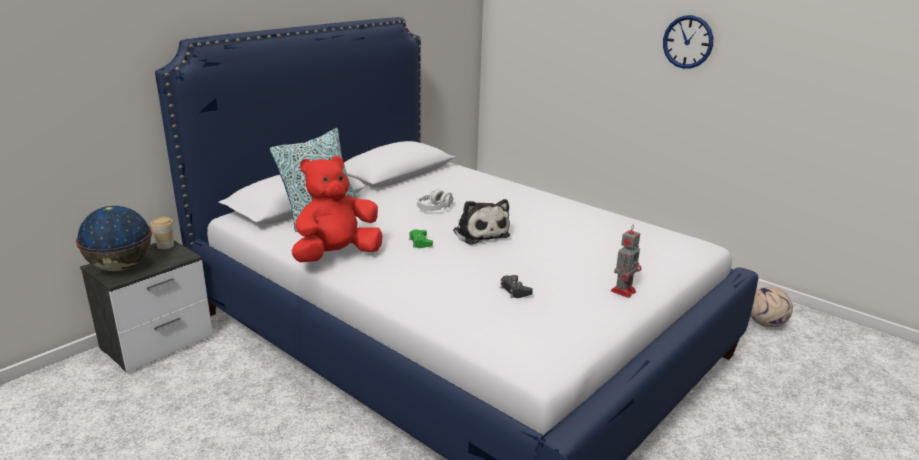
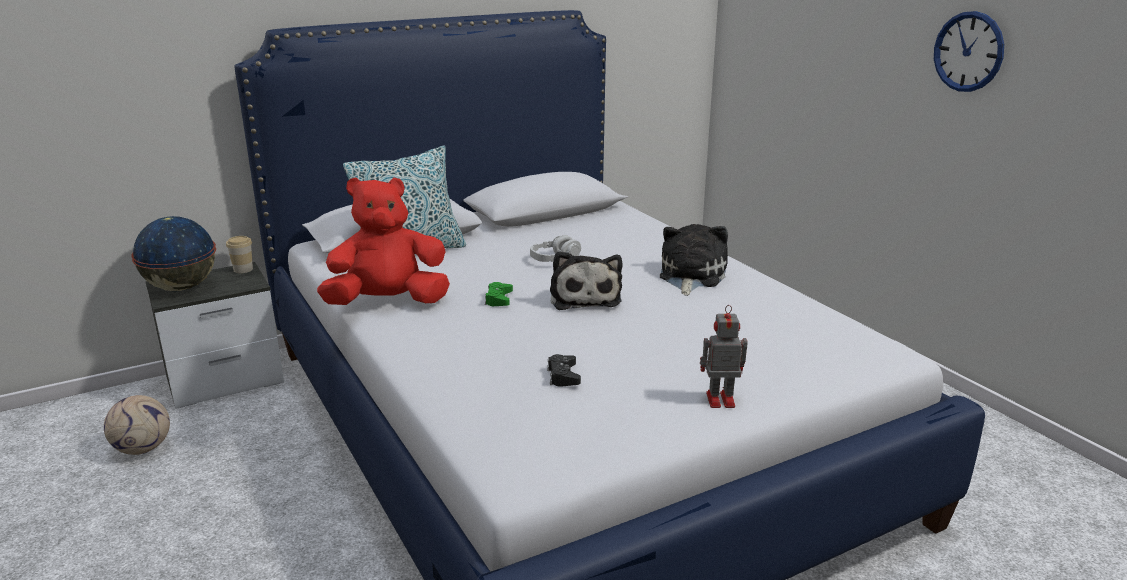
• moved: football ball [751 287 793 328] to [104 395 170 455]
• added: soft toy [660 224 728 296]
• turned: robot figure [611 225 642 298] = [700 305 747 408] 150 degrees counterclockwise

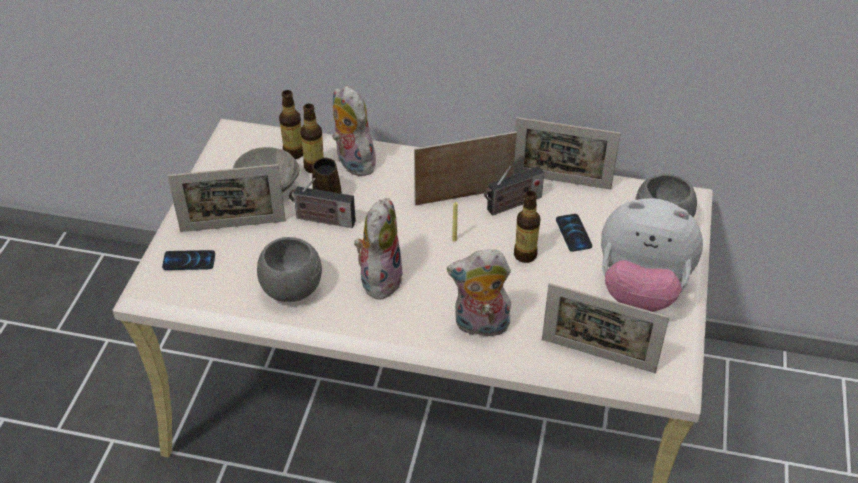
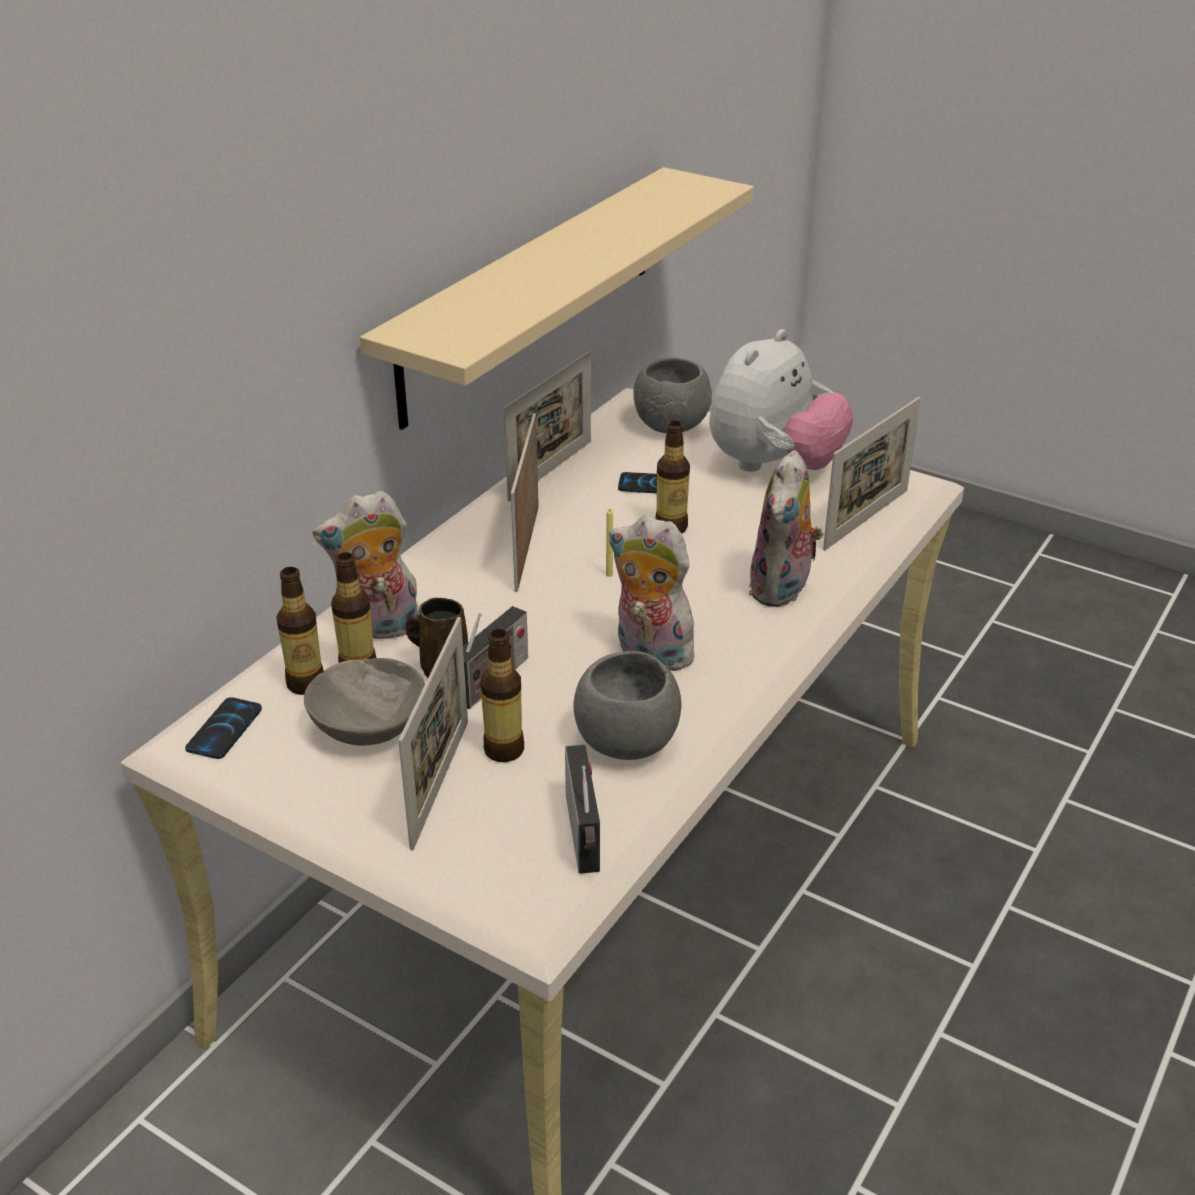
• moved: handset [162 250 215 270] to [185 697 262 759]
• added: wall shelf (beige) [360 167 754 430]
• added: bottle [480 629 524 762]
• moved: radio [484 166 544 216] to [565 745 600 874]

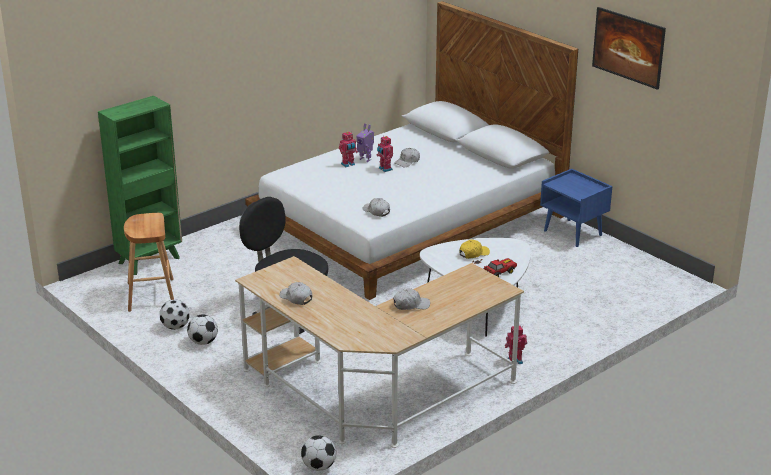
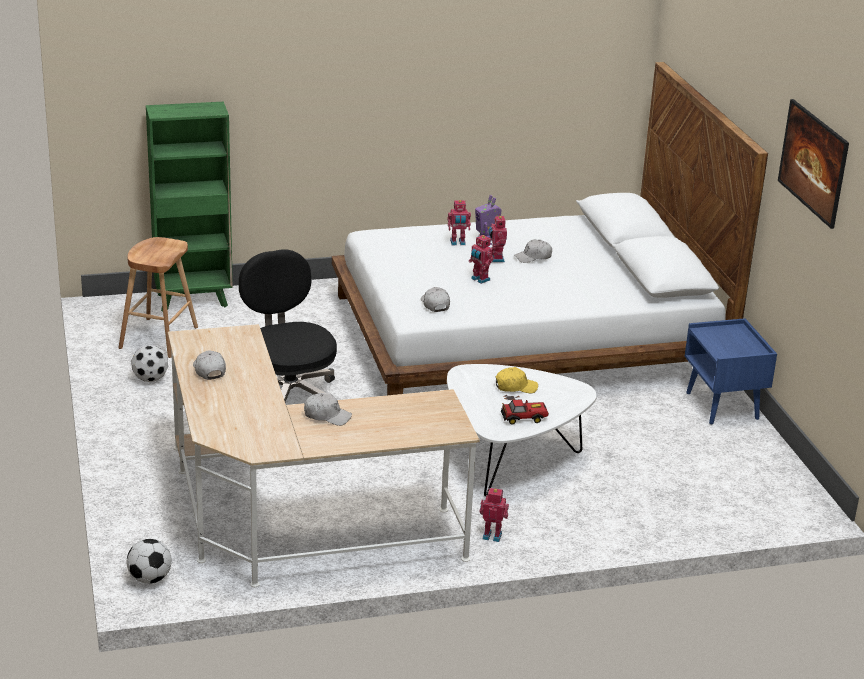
• added: robot figure [469 234 494 284]
• removed: football ball [187 314 218 345]

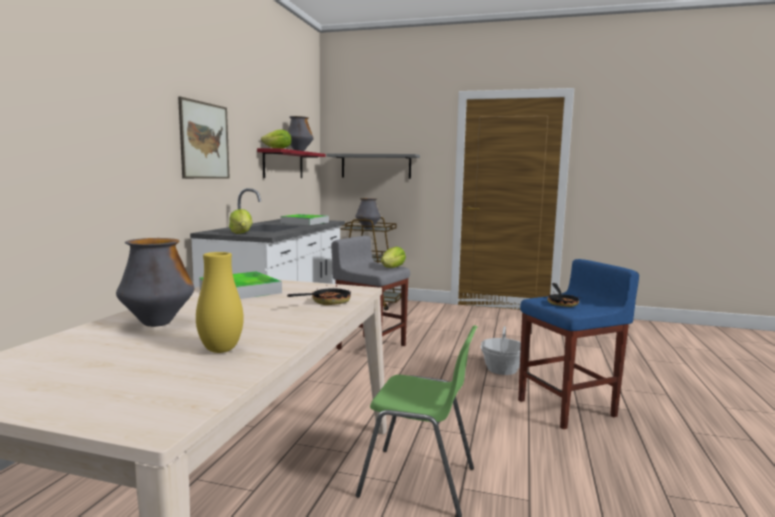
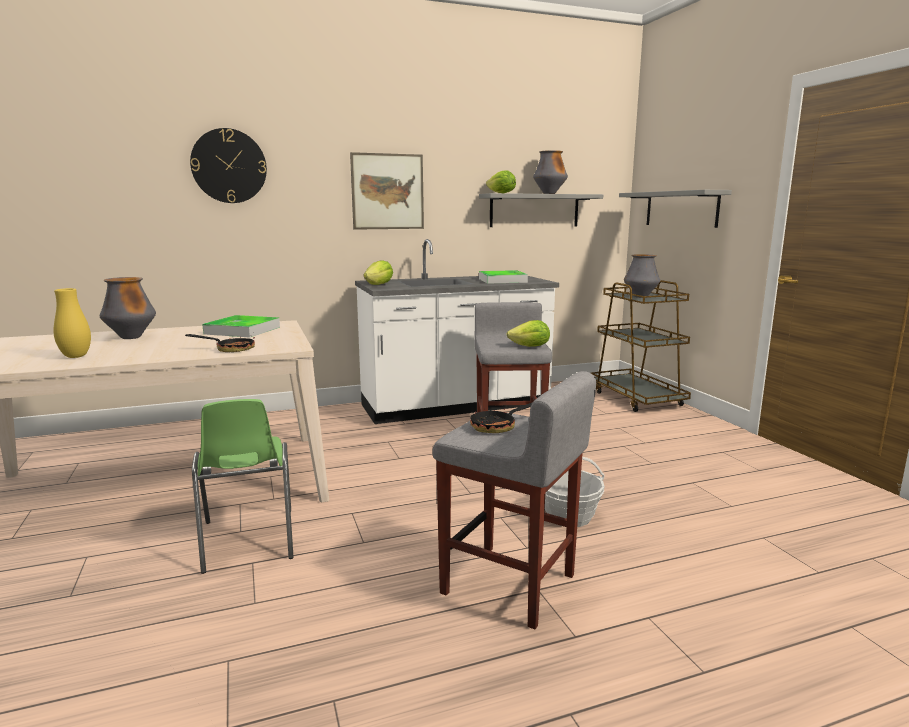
• added: clock on the wall [190 128 267 203]
• recoloured: sitting stool (blue) [518 259 639 429] to sitting stool (grey) [432 371 596 629]
• recoloured: wall shelf (reddish) [257 148 326 178] to wall shelf (grey) [479 193 603 227]

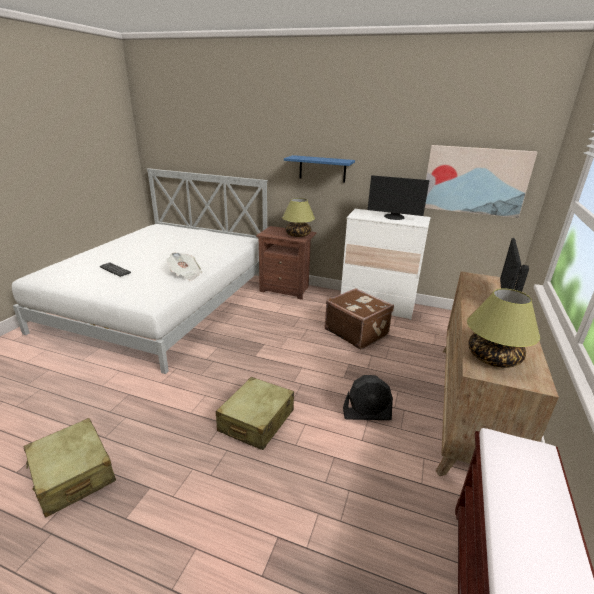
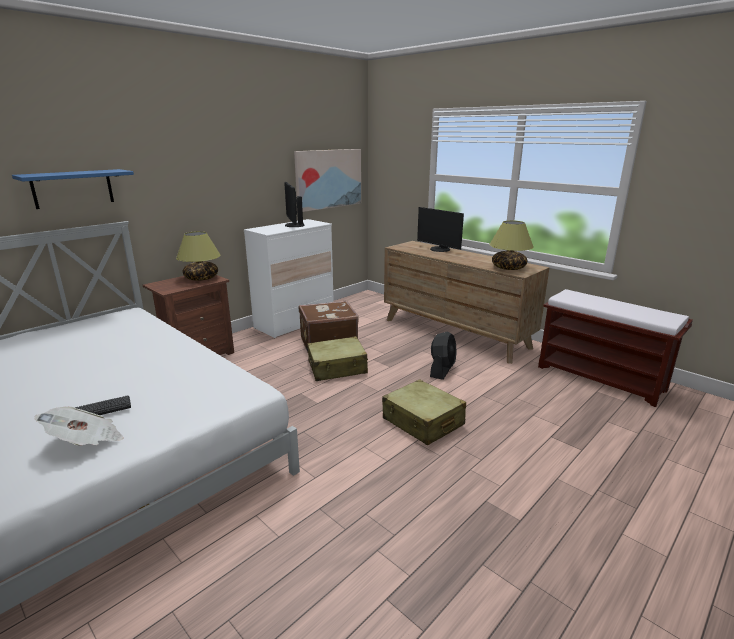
• moved: wall shelf (blue) [284 155 355 183] to [12 169 134 209]
• moved: printed paper [166 252 202 281] to [35 407 124 446]
• turned: monitor [368 175 430 220] = [284 182 305 227] 120 degrees clockwise
• moved: piece of luggage (beige) [24 418 116 518] to [307 336 368 381]

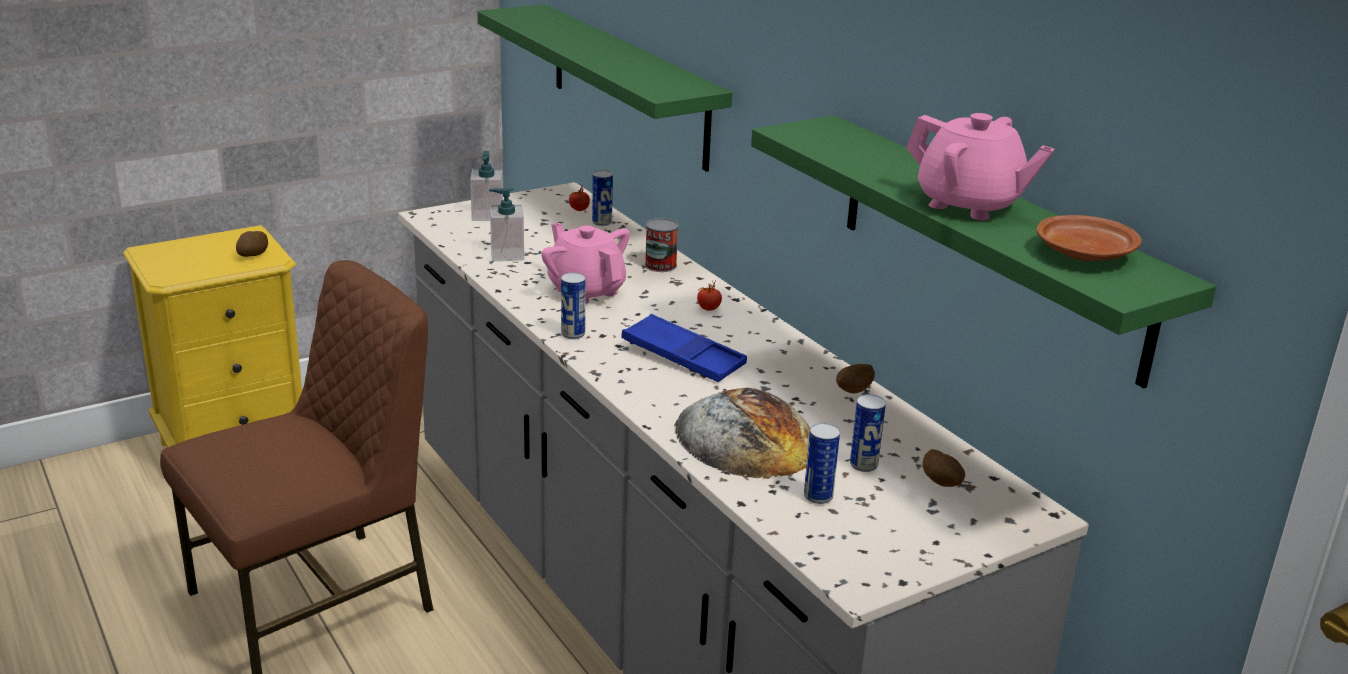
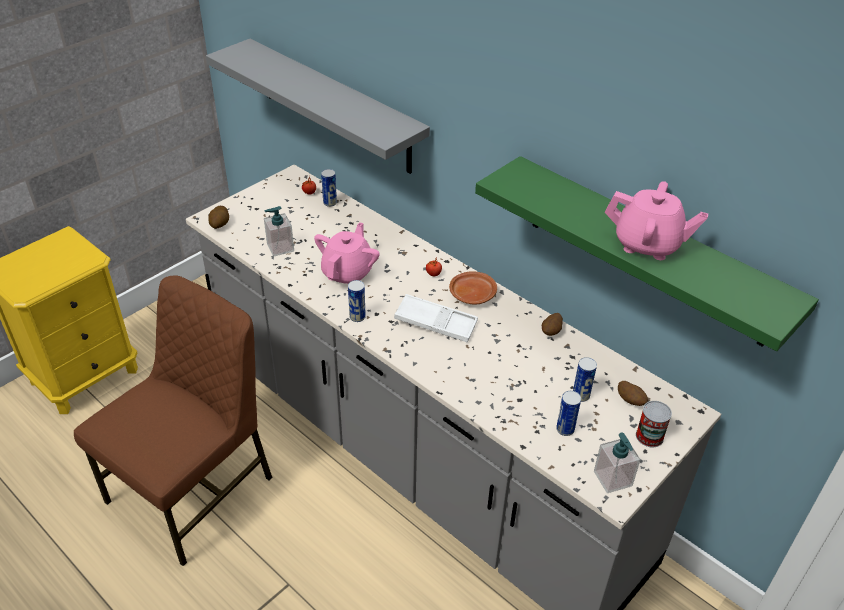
• recoloured: wall shelf (green-coloured) [477 4 732 172] to wall shelf (grey) [206 39 430 174]
• moved: spud [236 231 268 257] to [208 206 229 229]
• turned: tea pot (pink-coloured) [541 223 630 304] = [314 222 380 284] 75 degrees clockwise
• recoloured: tray (blue) [621 314 747 382] to tray (whitish) [394 294 478 343]
• moved: plate (brown) [1037 215 1142 261] to [449 271 497 305]
• moved: soap bottle [470 151 503 221] to [594 432 641 493]
• moved: sealed can [645 218 679 272] to [636 401 672 447]
• removed: bread [674 388 810 479]

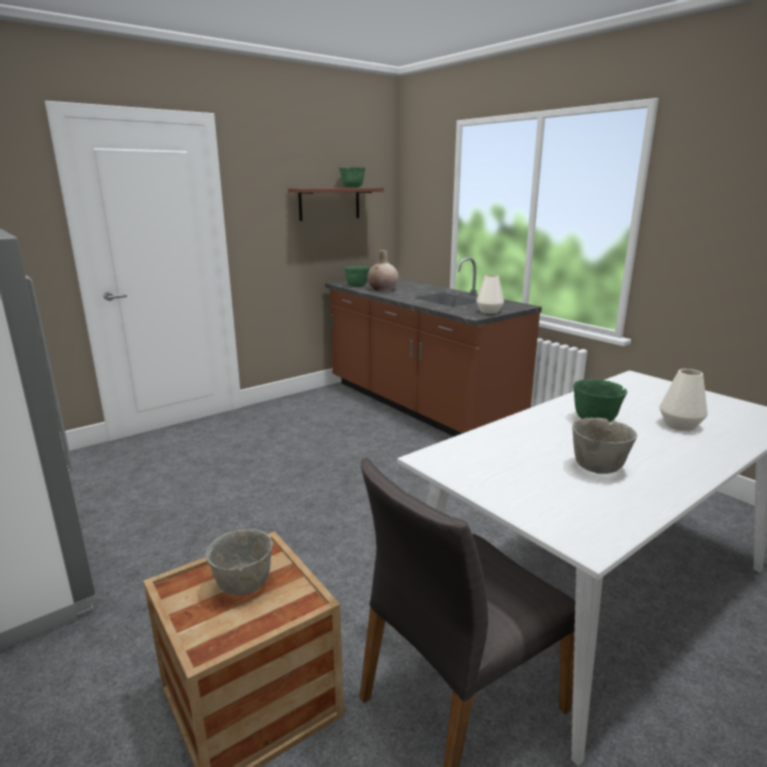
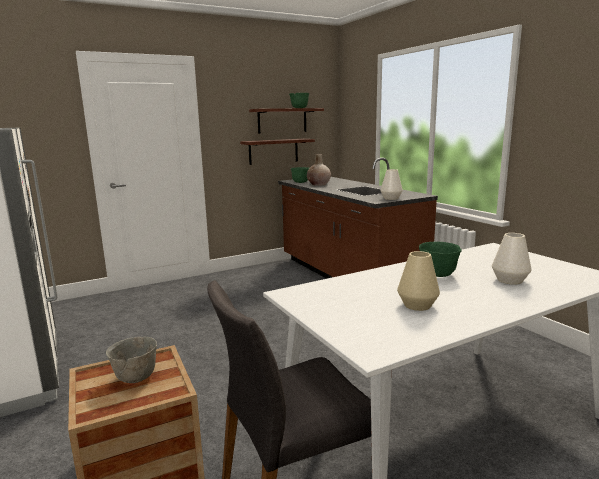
• added: wall shelf [240 139 315 165]
• replaced: serving bowl (grey) [572 418 637 474] to decorative vase (beige) [397 251 440 311]

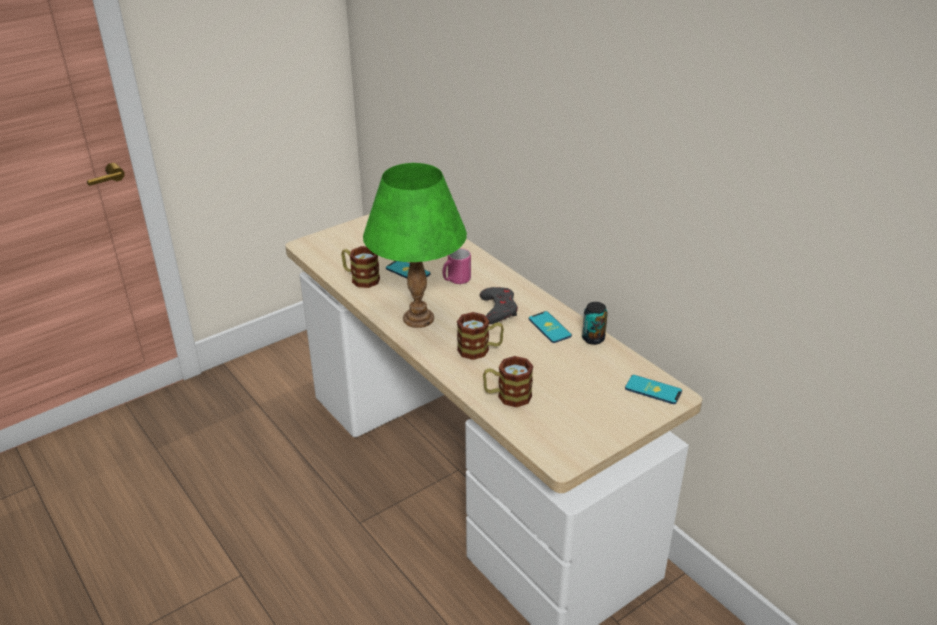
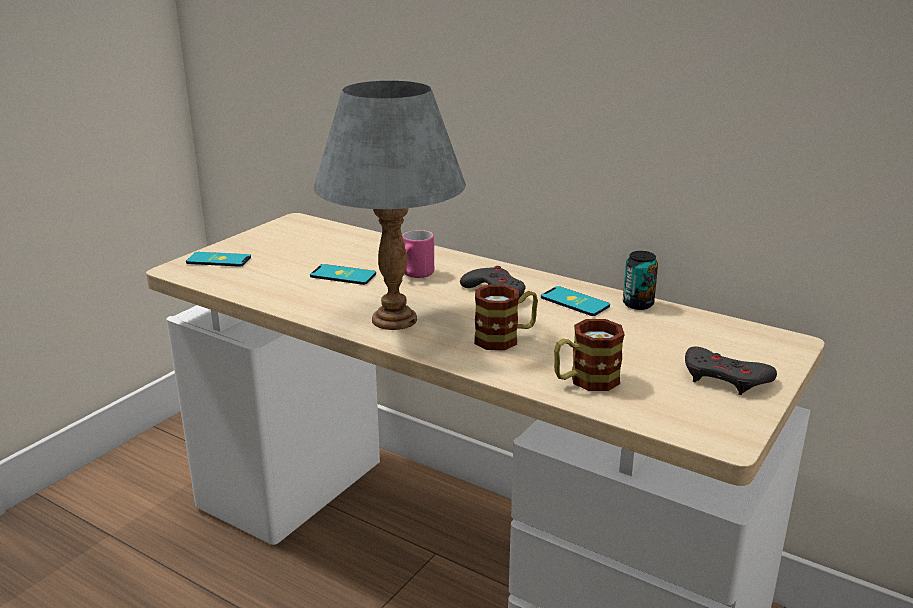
• moved: handset [625 375 682 404] to [186 252 251 267]
• recoloured: table lamp (green-coloured) [363 163 467 328] to table lamp (grey) [314 80 466 330]
• added: joypad (grey) [685 347 777 395]
• removed: coffee mug [341 246 380 288]

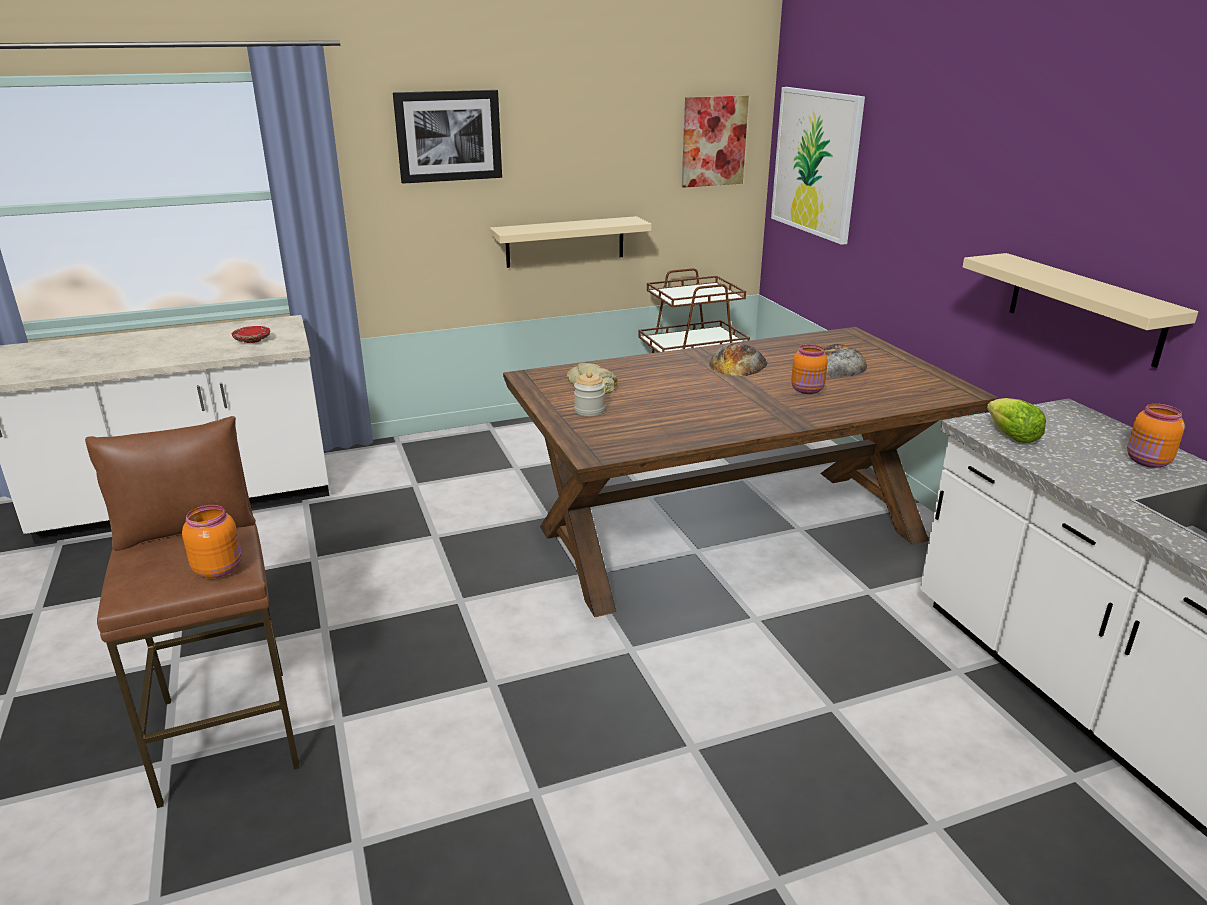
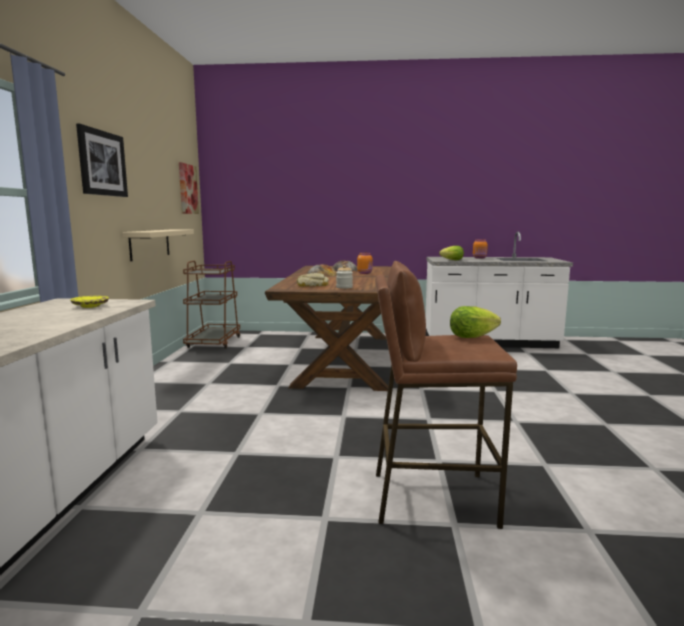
• recoloured: plate (reddish) [232 326 270 343] to plate (yellow) [70 296 109 308]
• replaced: preserve jar (orange) [182 505 241 578] to lettuce [450 306 501 338]
• removed: wall picture [771 87 865 245]
• removed: wall shelf (beige) [963 253 1198 368]

